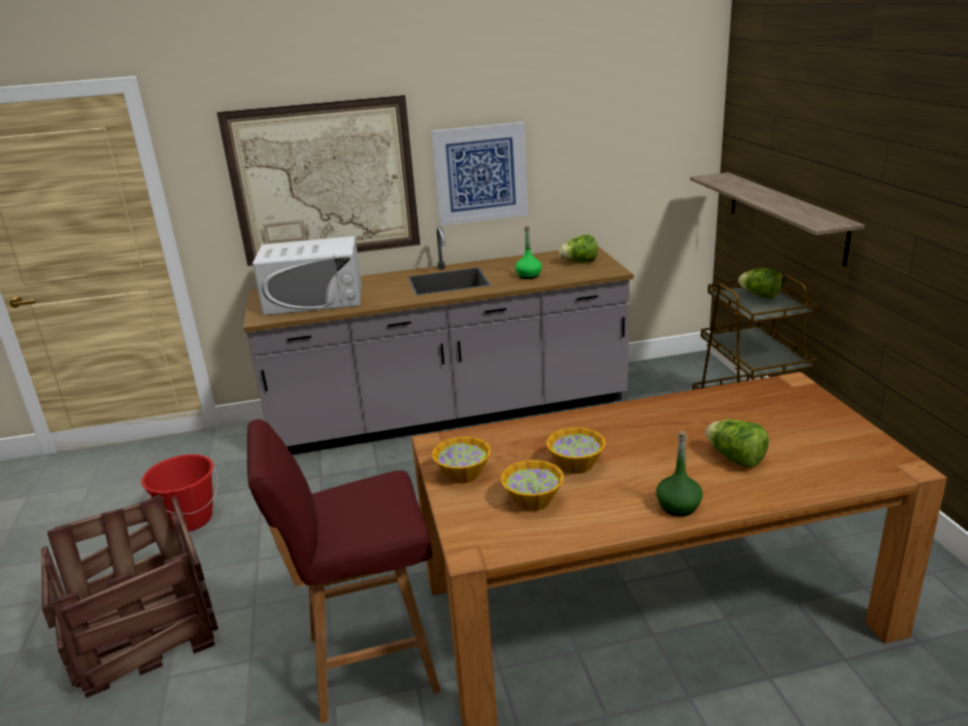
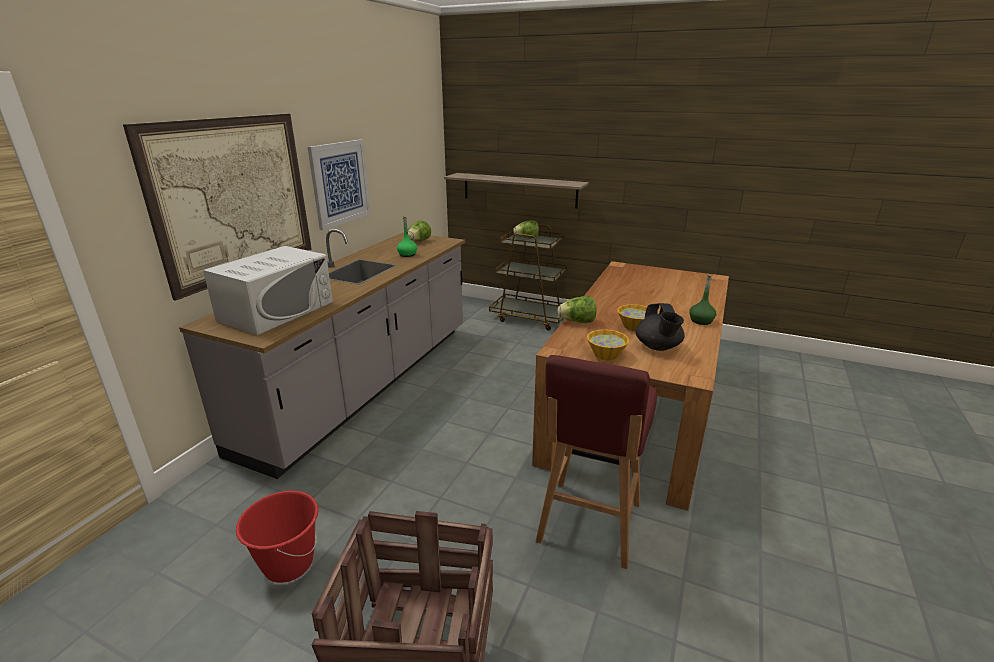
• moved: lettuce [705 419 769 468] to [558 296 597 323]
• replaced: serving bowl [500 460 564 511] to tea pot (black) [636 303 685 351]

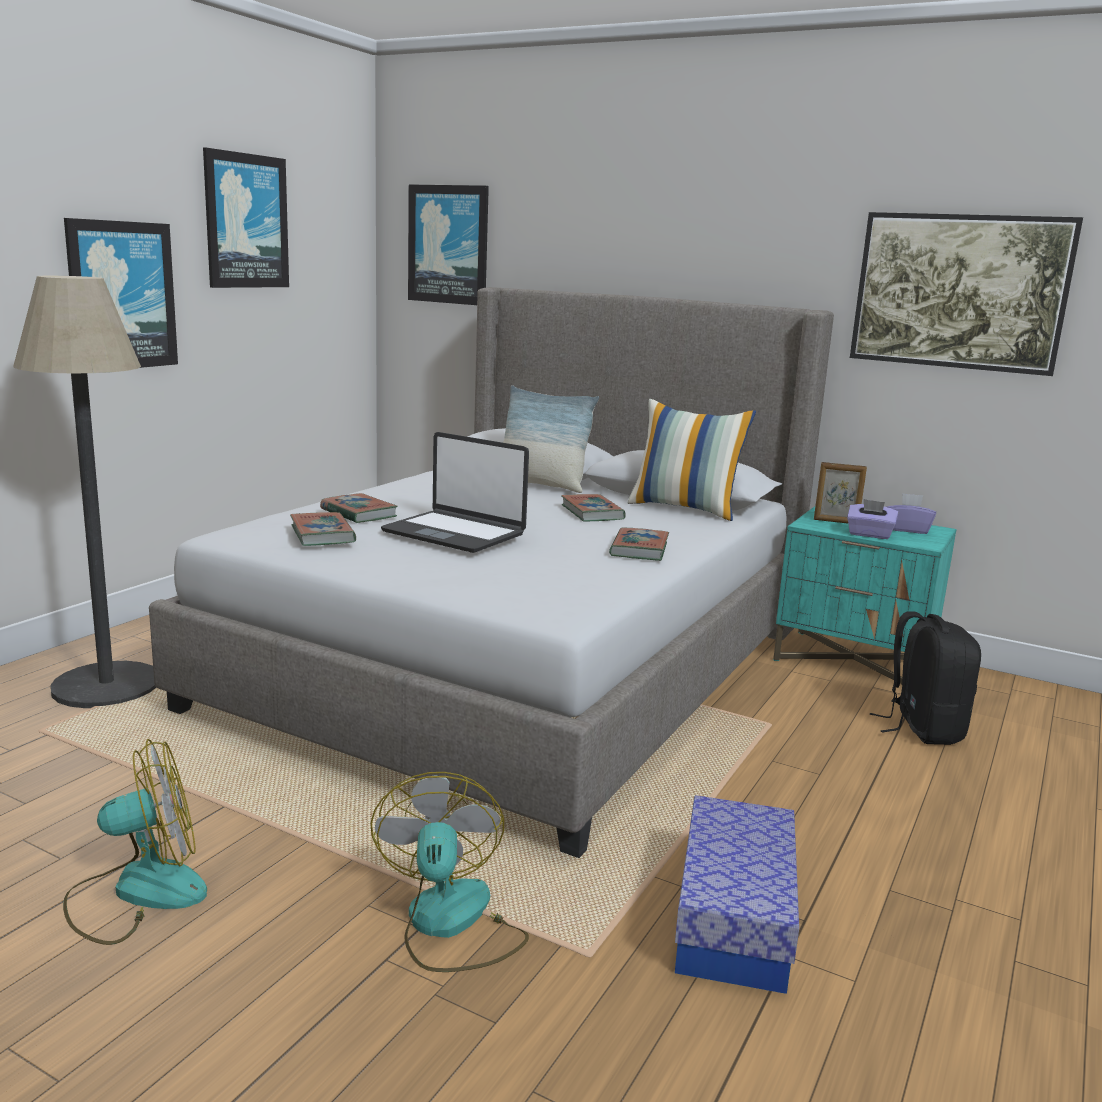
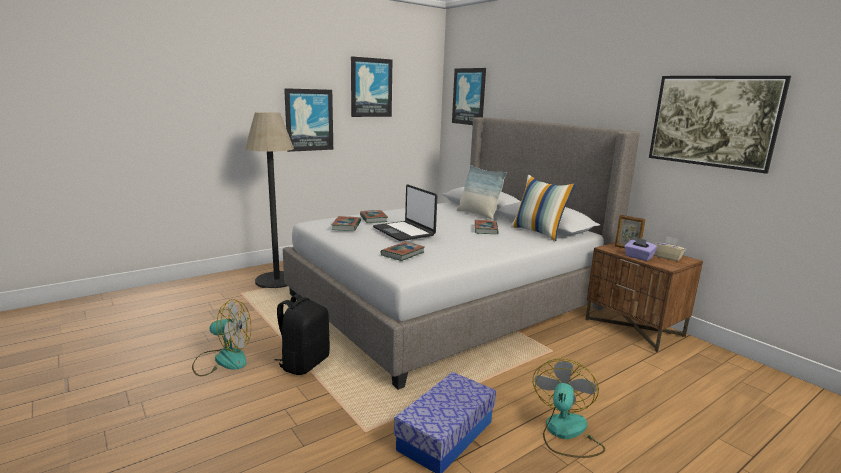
• moved: knapsack (black) [870 611 981 745] to [274 294 330 375]
• moved: book [609 527 669 561] to [381 242 424 261]
• moved: cooling fan [370 772 529 972] to [533 359 605 458]
• recoloured: nightstand (blue-green) [773 506 957 684] to nightstand (brown) [585 242 703 352]
• recoloured: tissue box (purplish) [887 493 936 534] to tissue box (beige) [654 237 686 261]

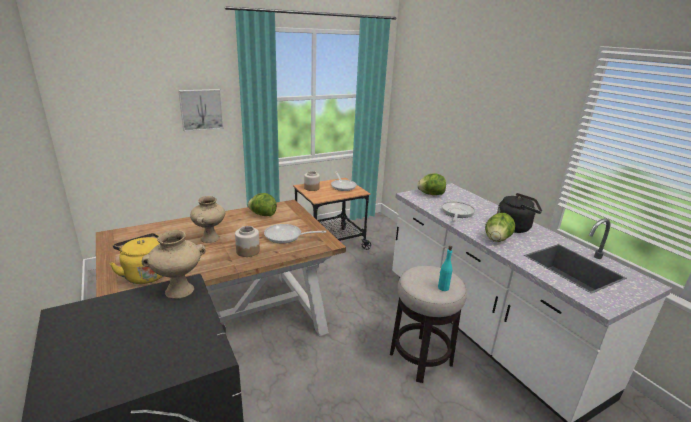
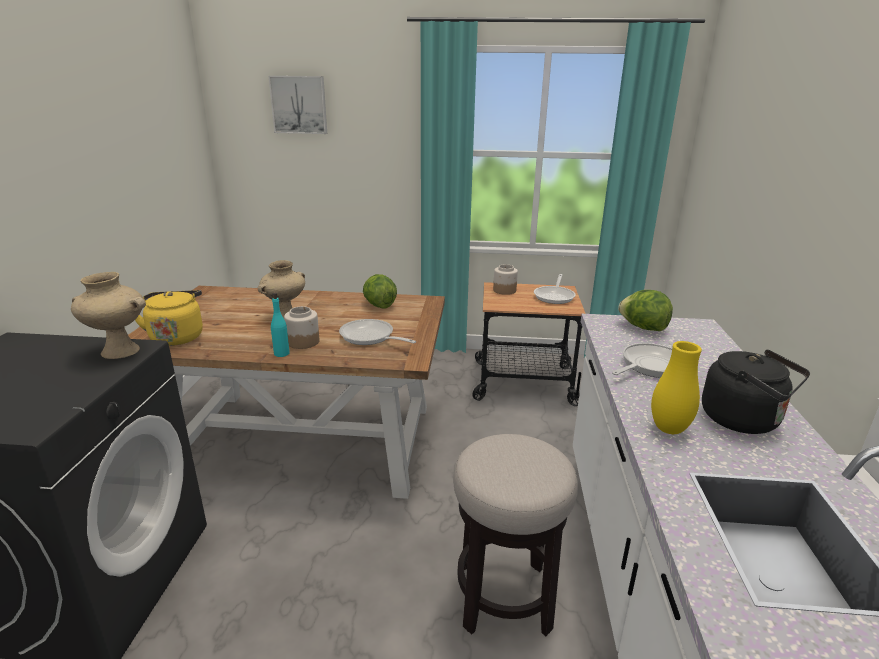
• moved: wall picture [178 89 224 132] to [268 76 327 134]
• moved: bottle (blue-green) [438 246 452 291] to [271 292 290 357]
• replaced: lettuce [485 213 515 242] to decorative vase (yellow) [651 341 702 434]

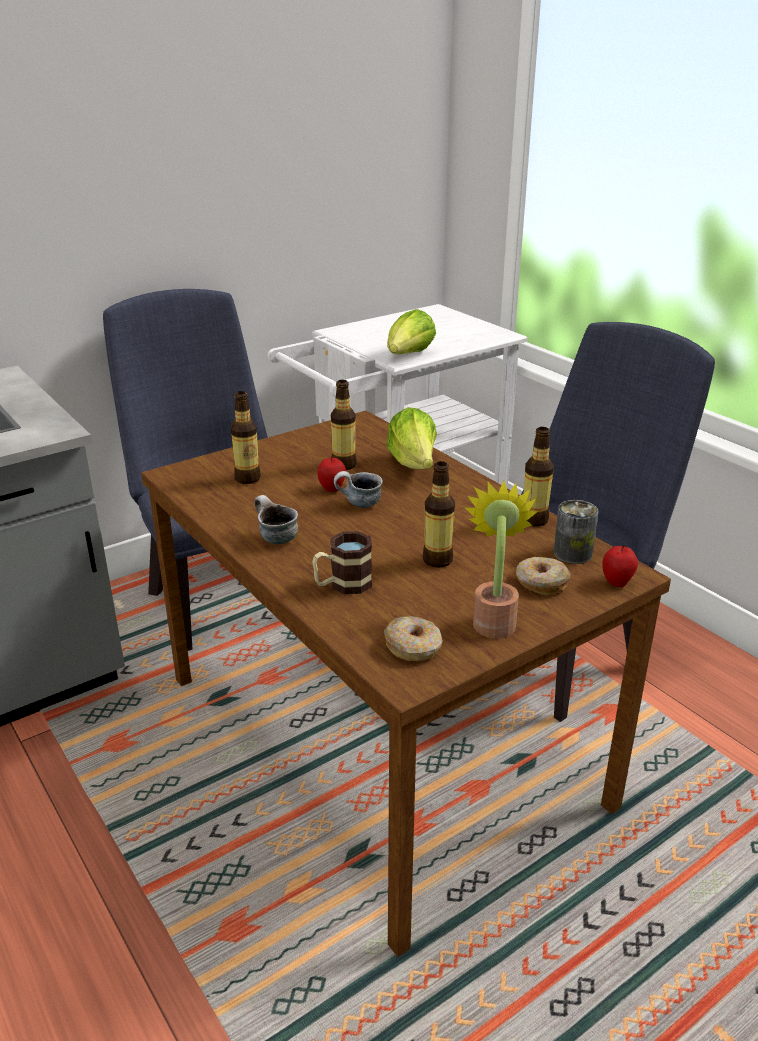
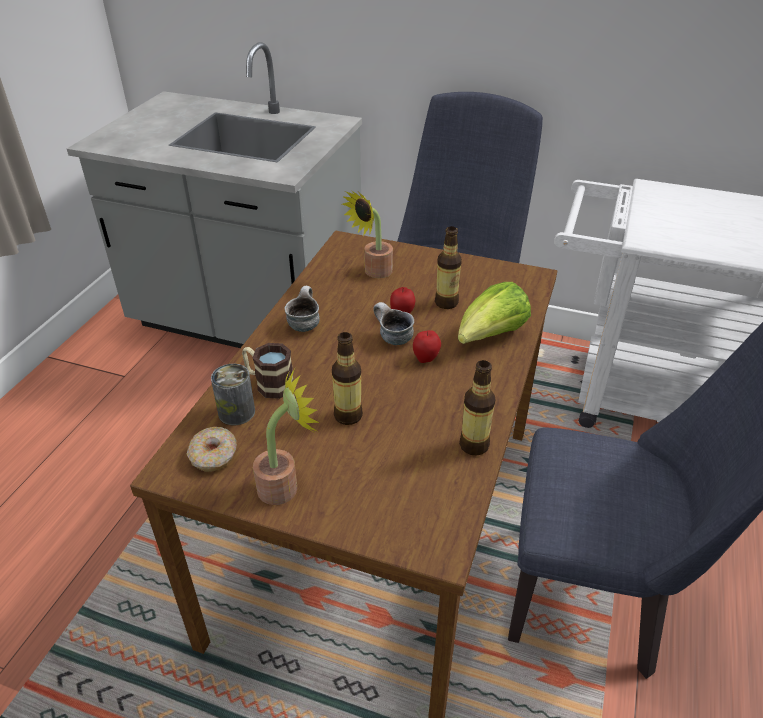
• moved: sealed can [553 500 599 564] to [211 364 255 425]
• replaced: bottle [231 391 261 484] to potted plant [342 191 393 278]
• moved: apple fruit [602 545 638 587] to [413 330 441 363]
• removed: lettuce [387 309 436 354]
• removed: ring doughnut [516 557 571 596]

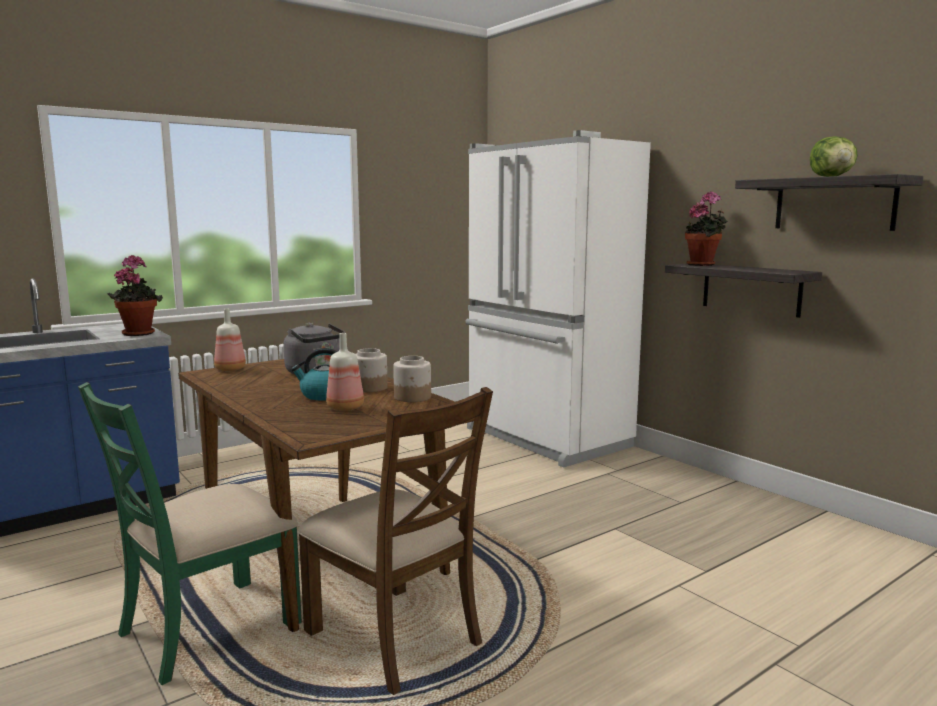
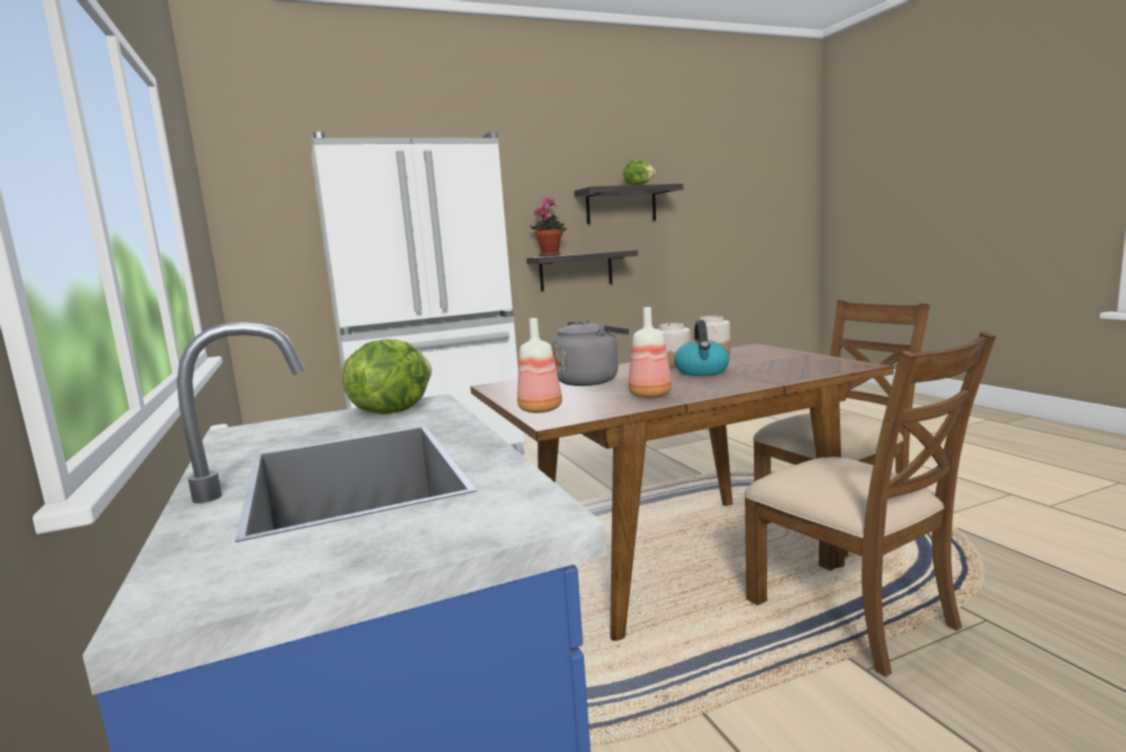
• replaced: potted plant [108 255 163 336] to lettuce [342 339 432 414]
• moved: bottle [326 333 364 411] to [628 307 672 398]
• recoloured: plain chair (green-coloured) [78 382 302 685] to plain chair (brown) [744 332 996 677]

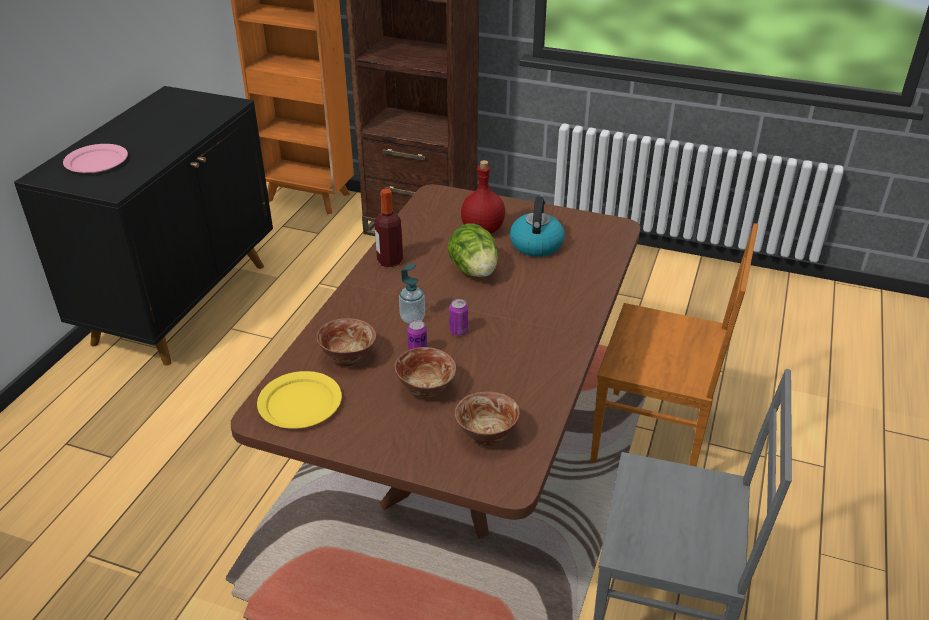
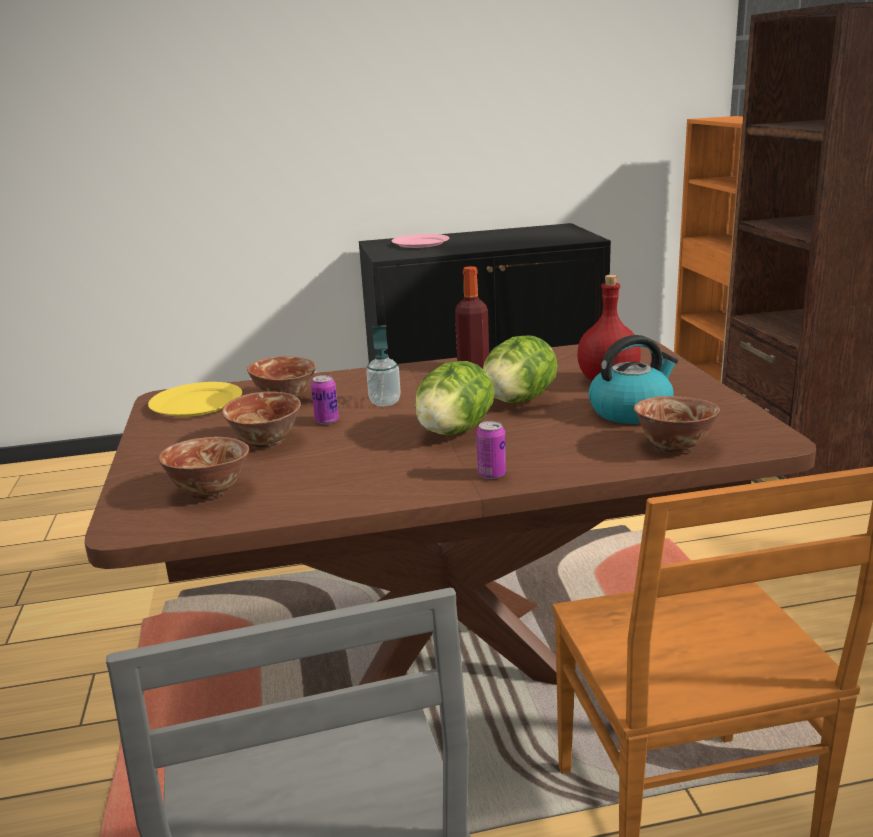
• added: lettuce [415 361 495 435]
• moved: sealed can [449 299 468 336] to [476 421 506 479]
• added: serving bowl [634 396 720 453]

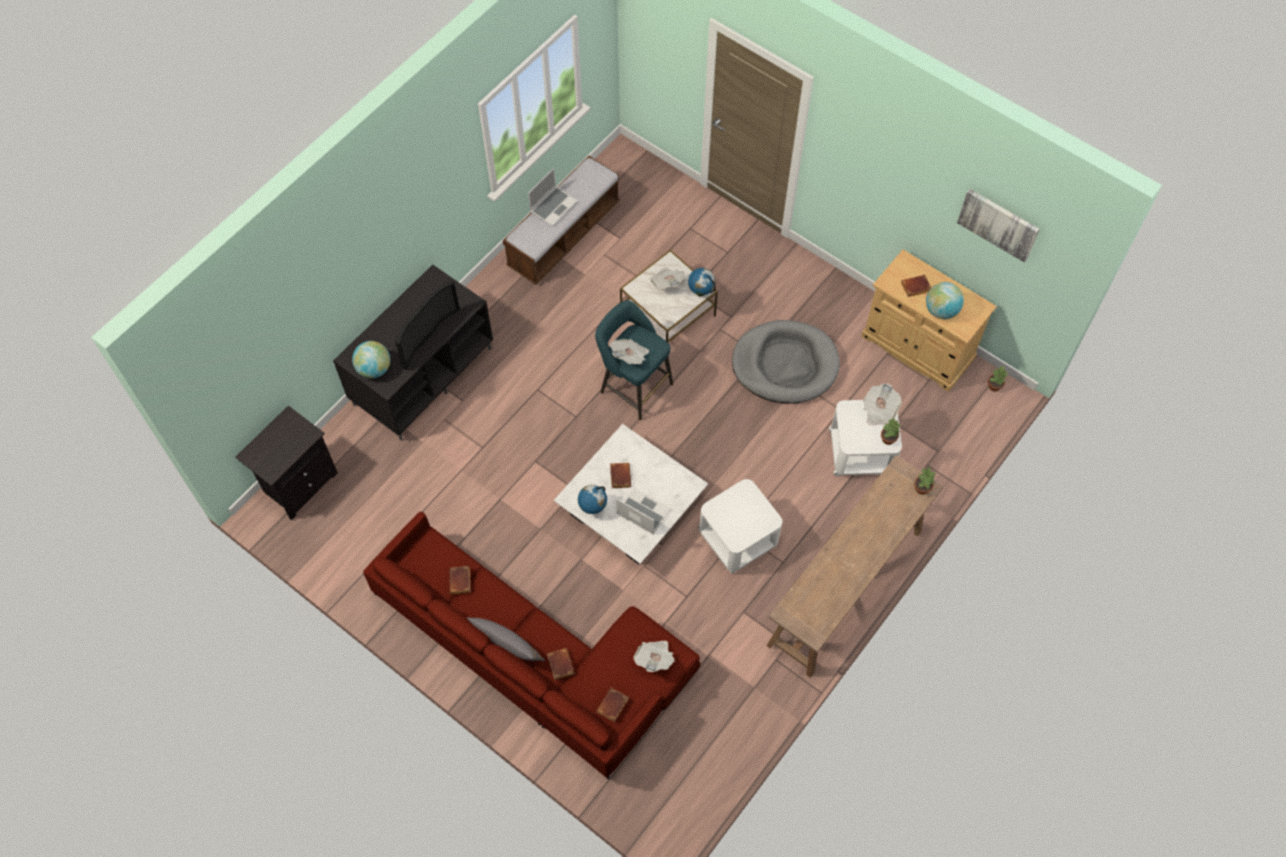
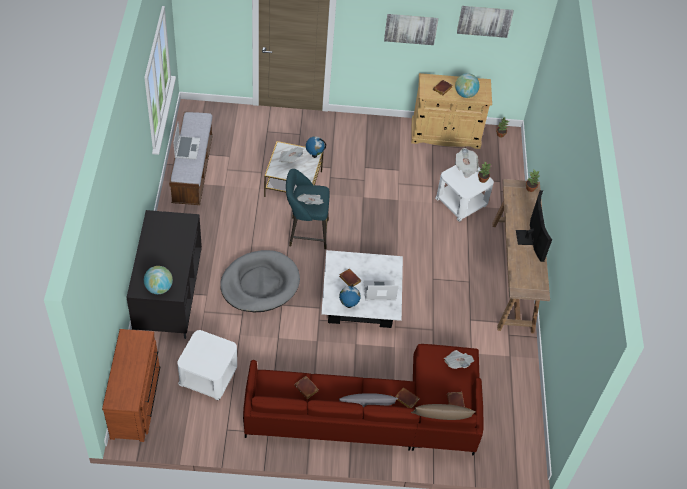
• replaced: nightstand (black) [235 406 338 520] to drawer chest (brown) [102 329 160 442]
• moved: accent table (whitish) [698 479 783 573] to [177 330 237 400]
• moved: pet bed (grey) [732 320 840 404] to [220 250 300 312]
• added: wall picture [384 14 438 45]
• added: cushion (brown) [411 404 476 420]
• moved: TV set [395 280 460 370] to [516 190 552 262]

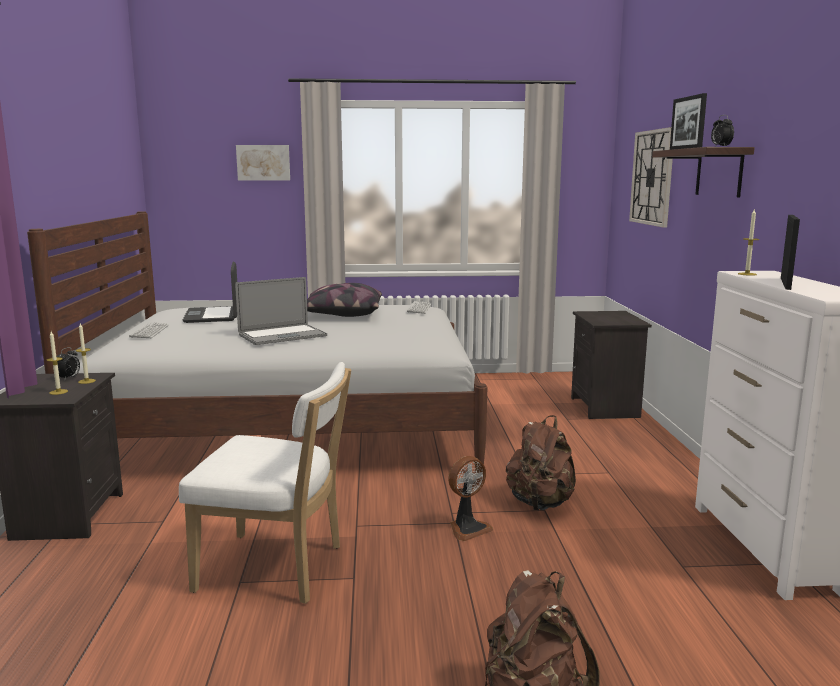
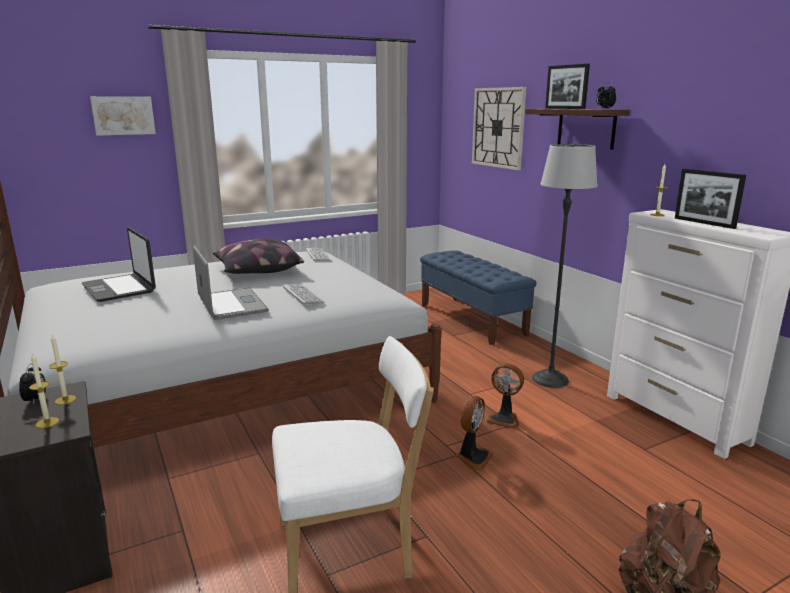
• turned: notebook computer [235 277 327 345] = [193 246 269 320] 60 degrees counterclockwise
• moved: computer keyboard [129 322 169 338] to [283 285 324 305]
• replaced: nightstand (black) [571 311 652 419] to bench (blue) [420 250 536 345]
• replaced: knapsack (brown) [506 415 576 510] to cooling fan [485 363 524 429]
• added: standard lamp [532 144 598 388]
• turned: photo frame [781 215 800 290] = [675 169 746 229] 150 degrees clockwise

